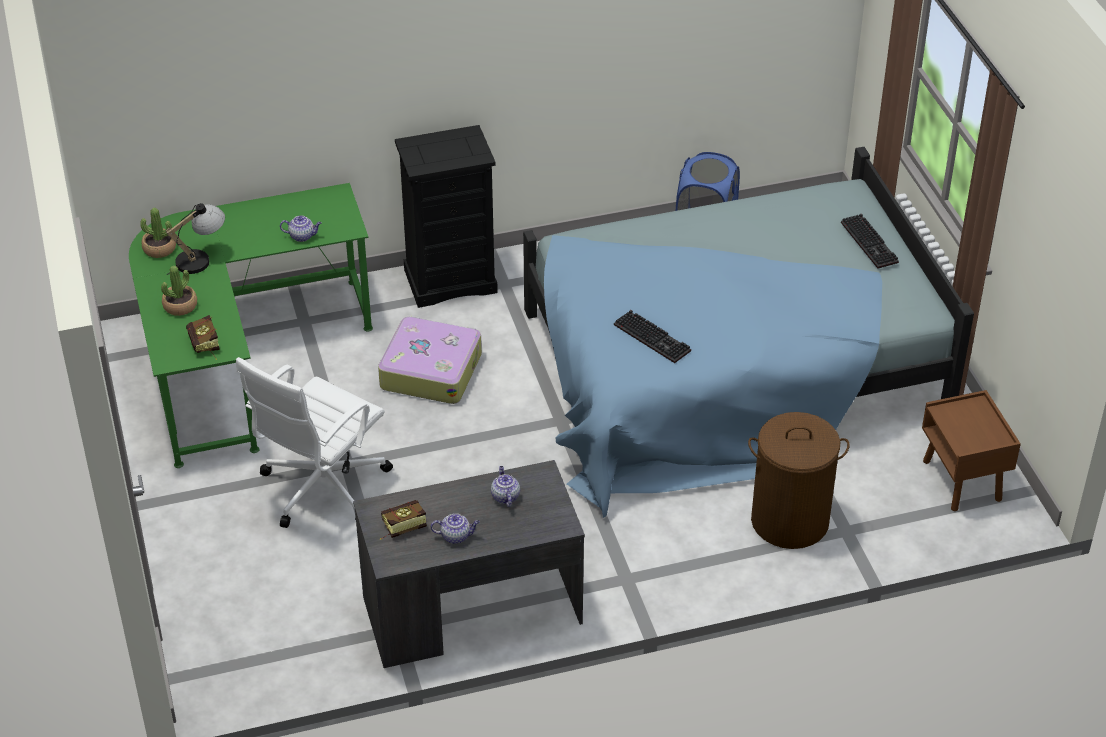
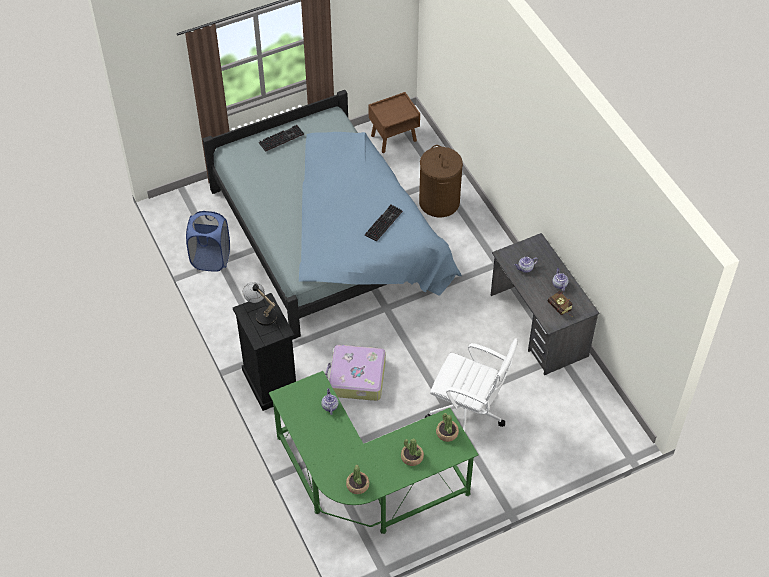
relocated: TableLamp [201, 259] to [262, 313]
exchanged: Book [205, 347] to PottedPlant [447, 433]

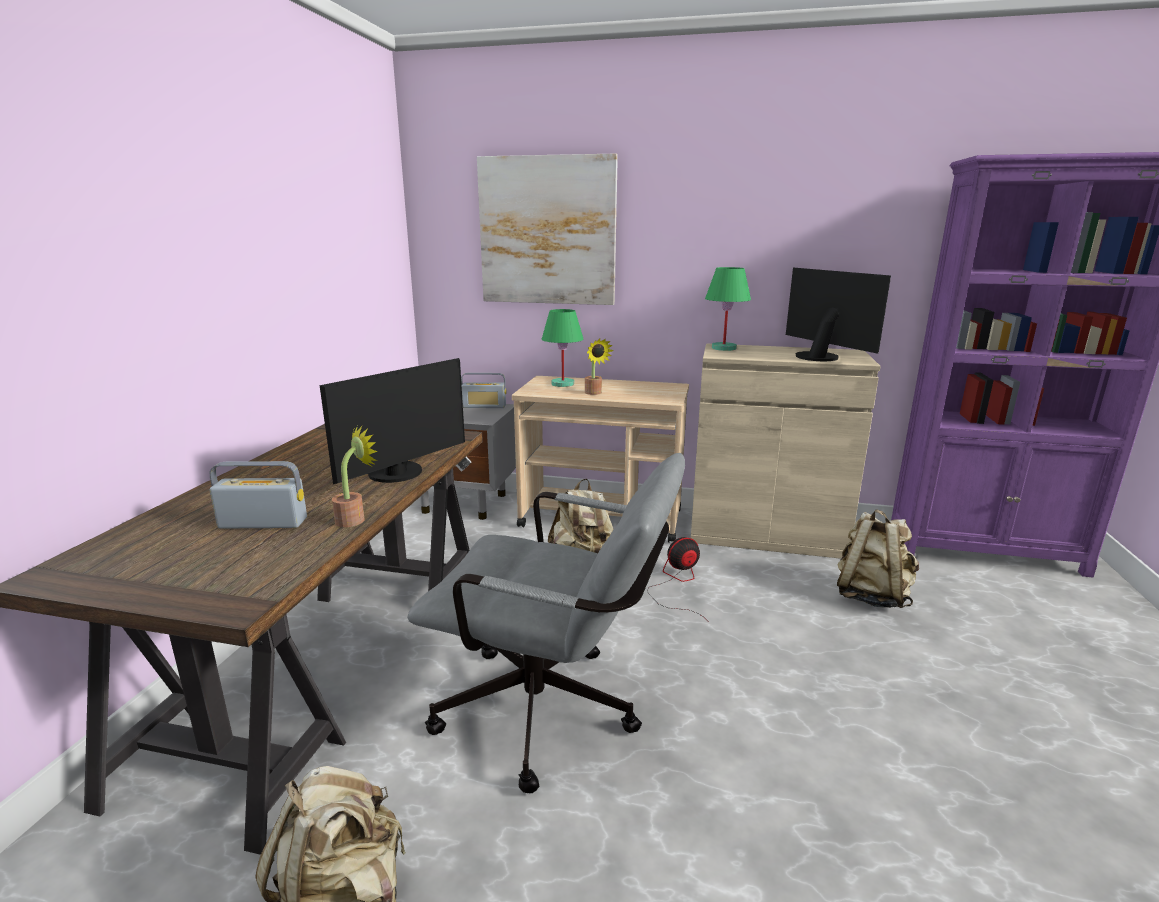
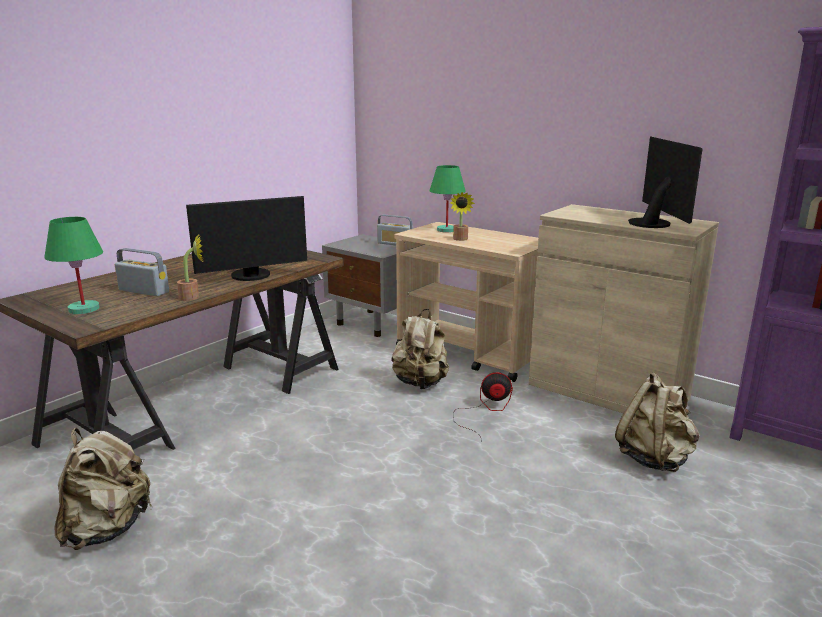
missing: GreyOfficeChair [554, 714]; Picture [547, 231]
relocated: GreenTableLamp [724, 348] to [84, 309]

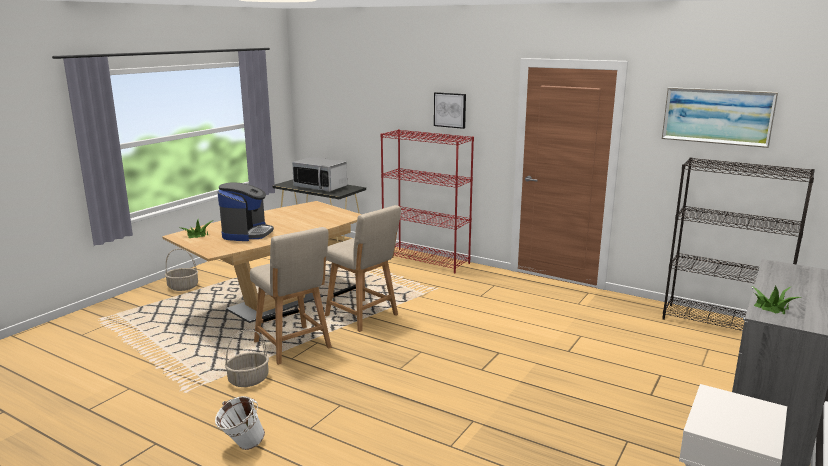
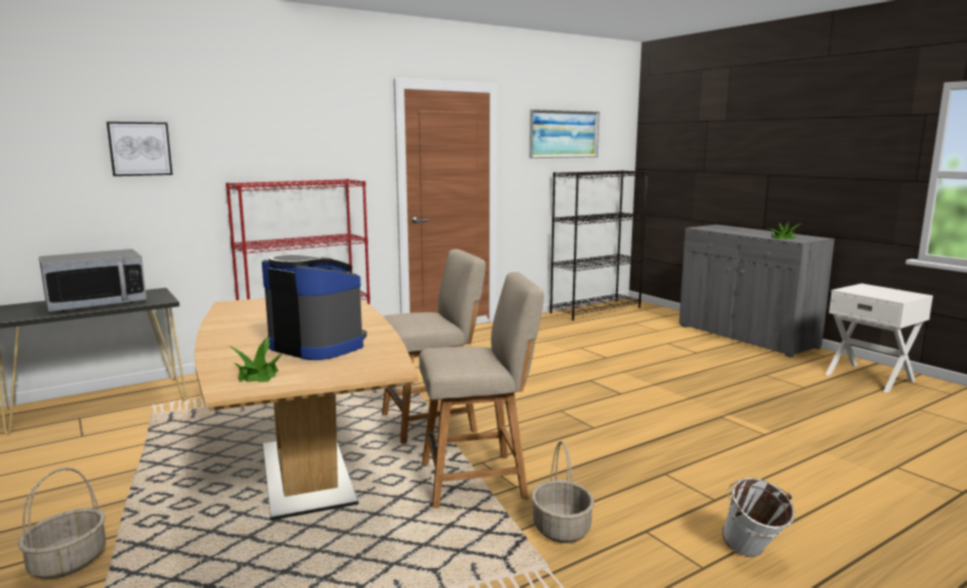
relocated: Picture [450, 110] to [140, 149]

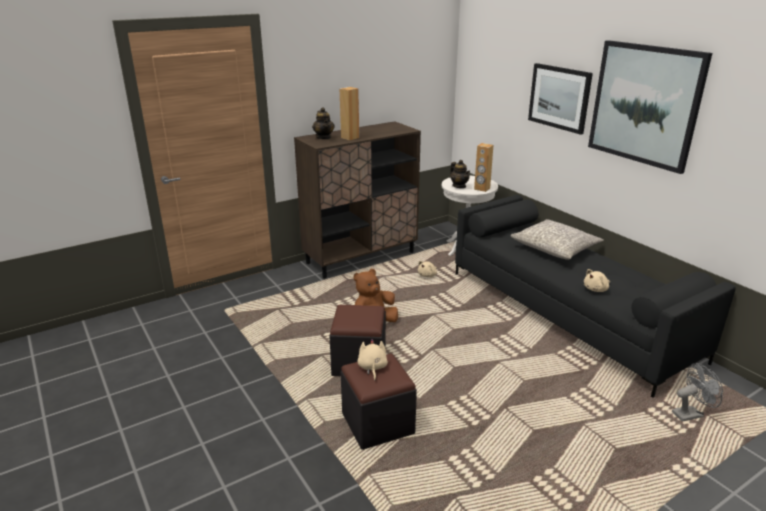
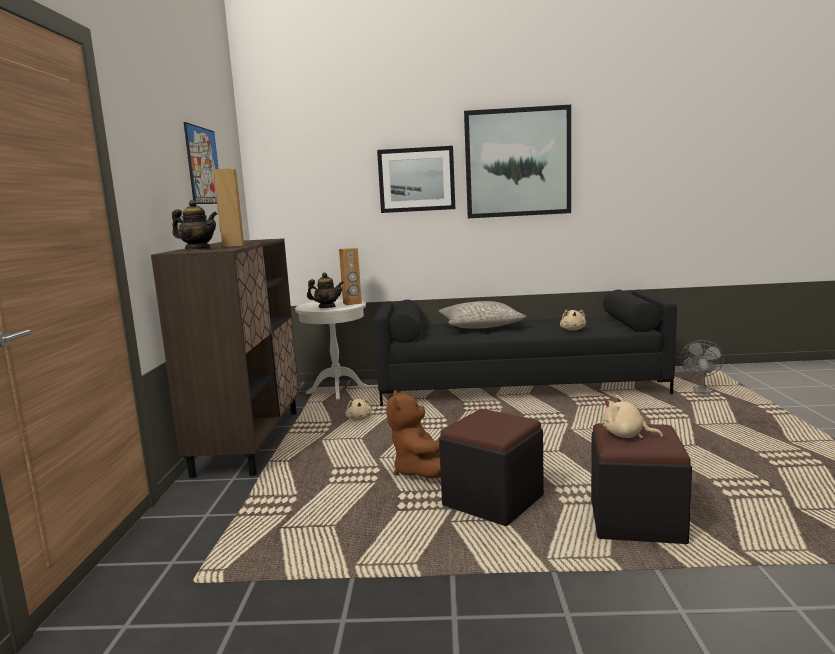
appeared: Picture [203, 165]

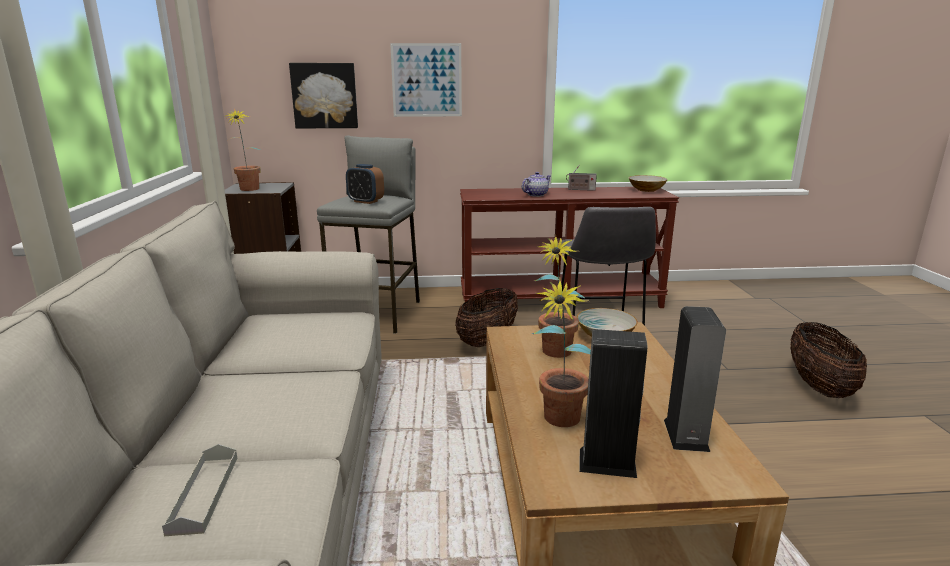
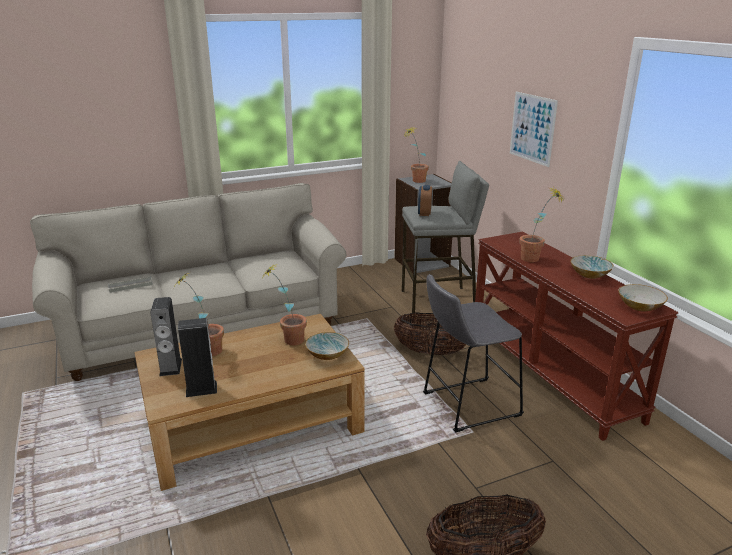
missing: Picture [325, 95]
exchanged: Teapot [535, 195] to PottedPlant [535, 260]; Radio [580, 189] to Bowl [590, 275]

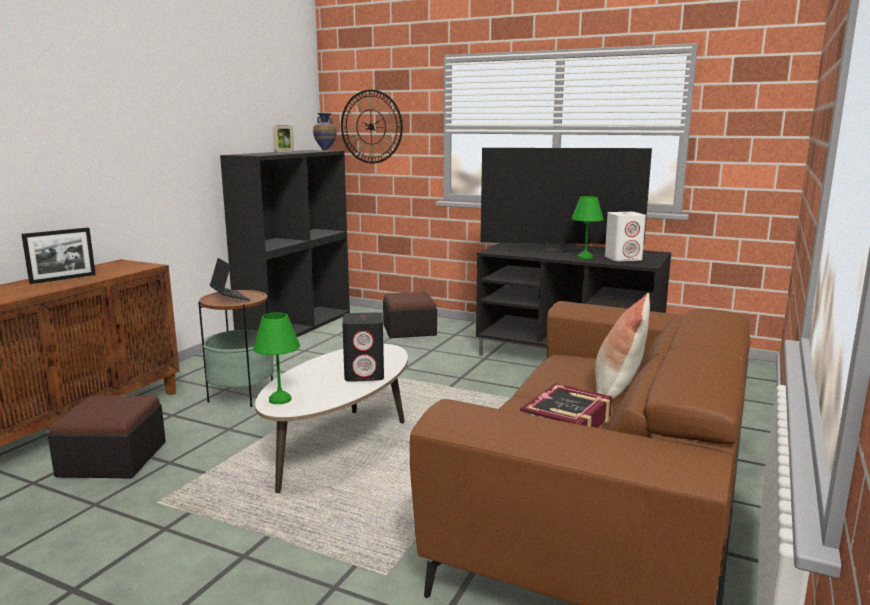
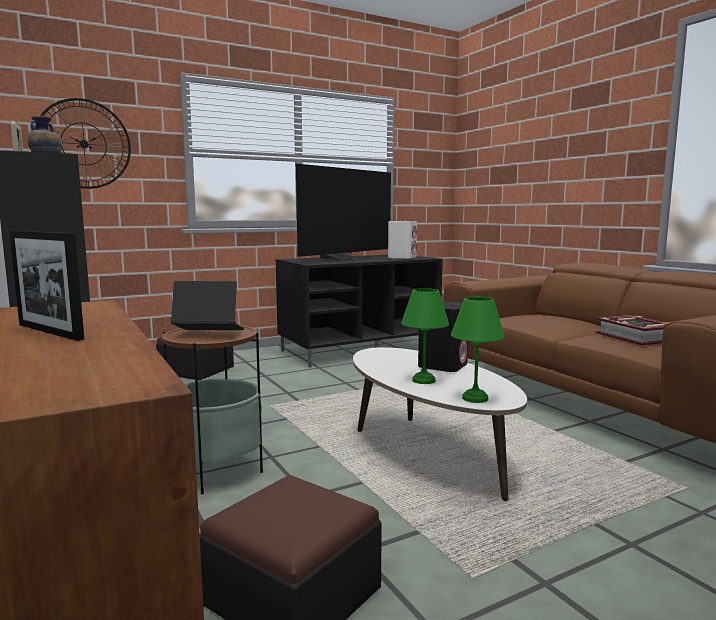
missing: Pillow [617, 391]
relocated: GreenTableLamp [585, 257] to [424, 380]
spun: PictureFrame [63, 279] = [50, 331] 135 degrees clockwise

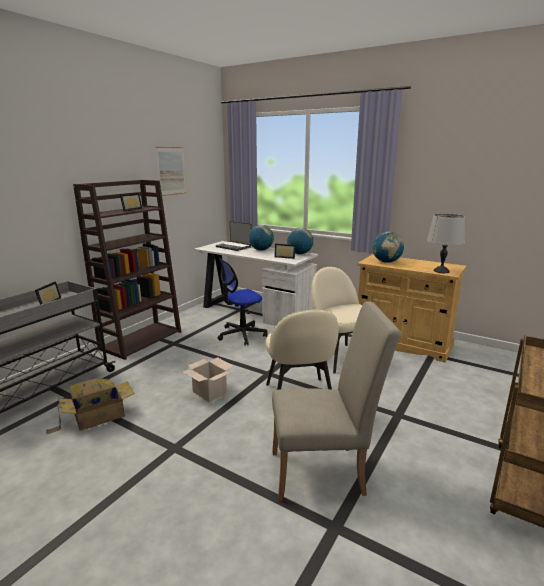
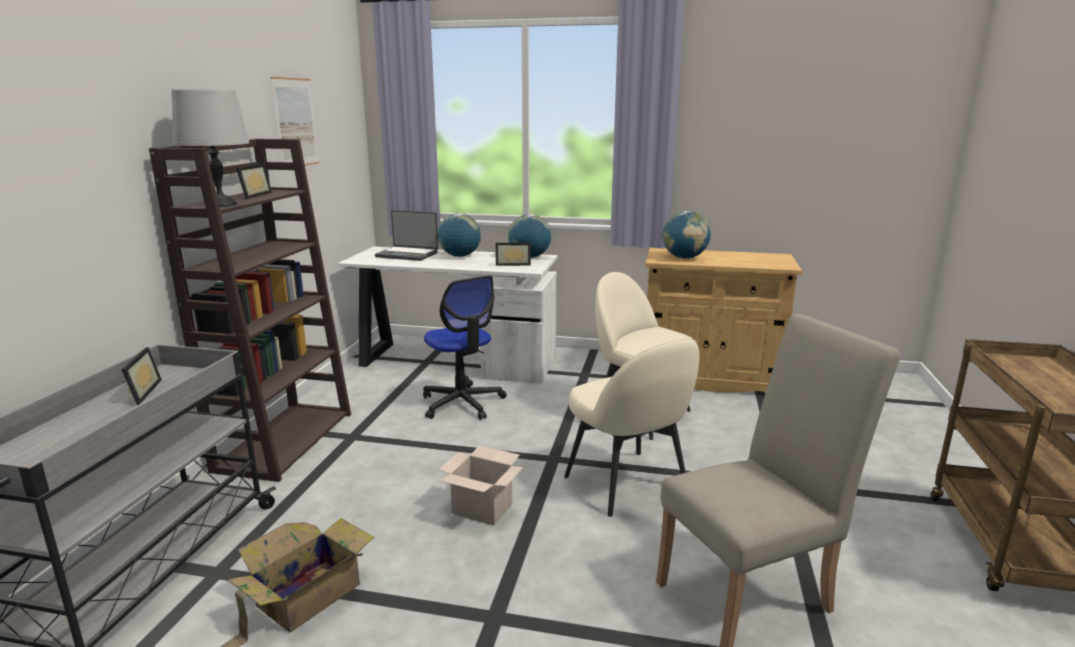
relocated: GreyTableLamp [441, 271] to [220, 204]
spun: OfficeChair [241, 335] = [462, 403] 75 degrees counterclockwise

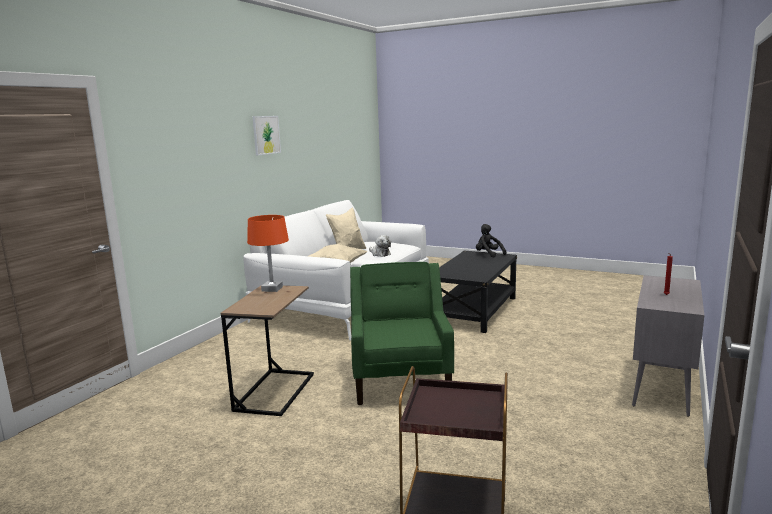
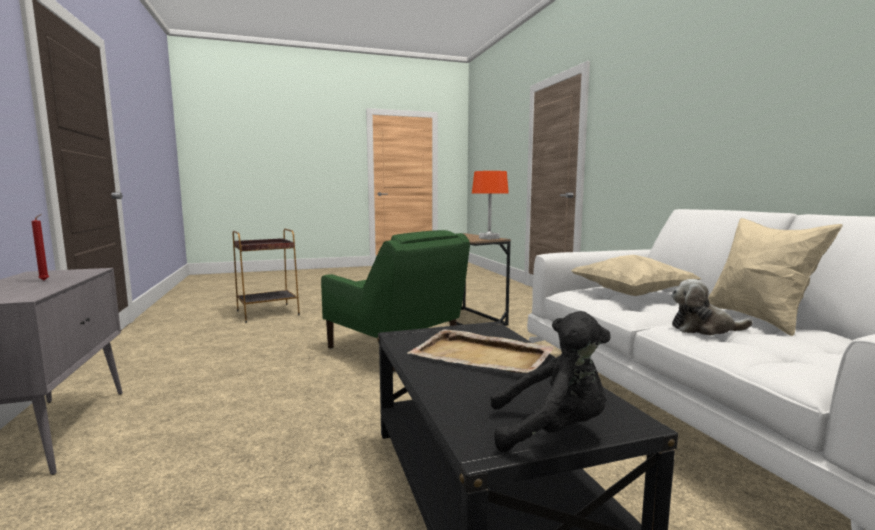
missing: Picture [266, 135]
appeared: BeigeTray [482, 356]

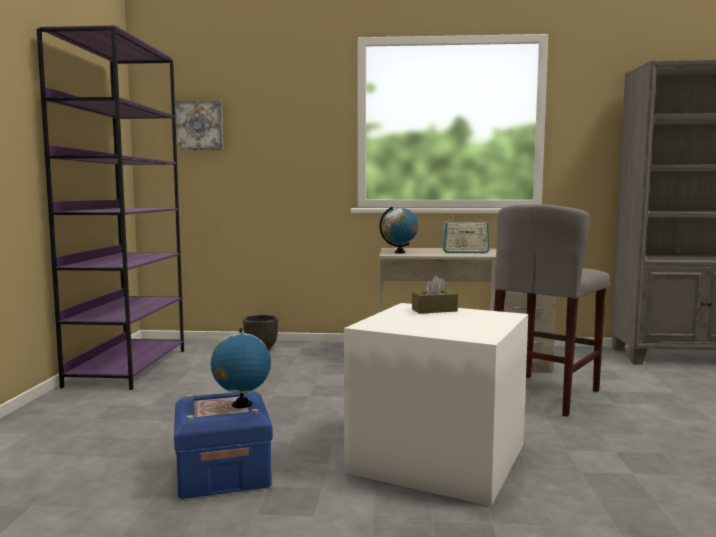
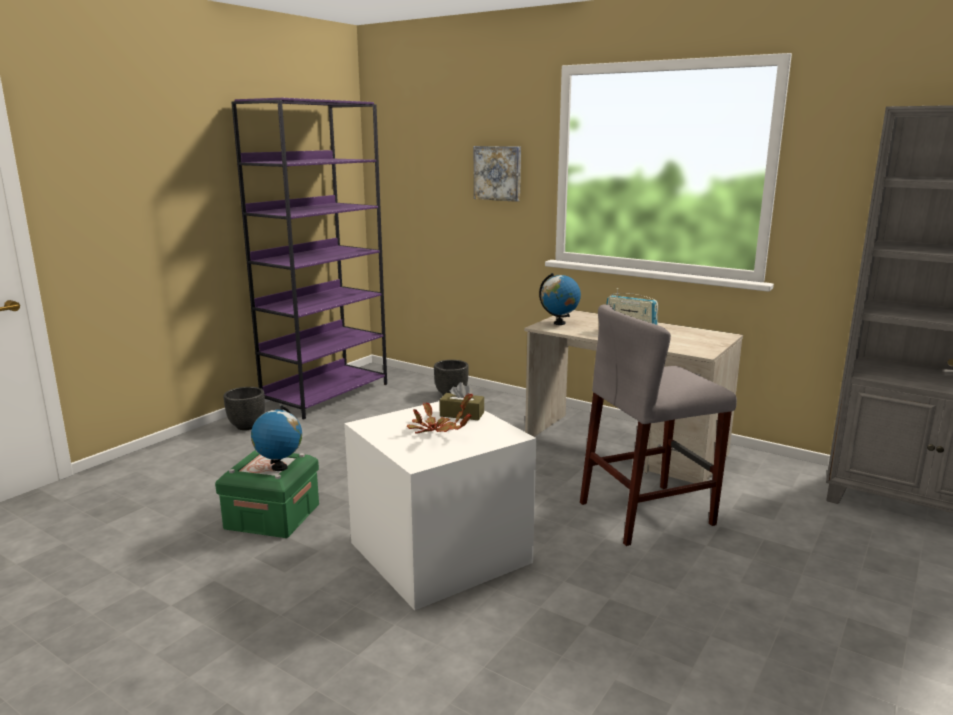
appeared: BlackPlanter [247, 426]; PottedPlant [436, 430]
relocated: Picture [199, 125] to [498, 173]
colour: BlueStorageBox [223, 473] to GreenStorageBox [272, 517]

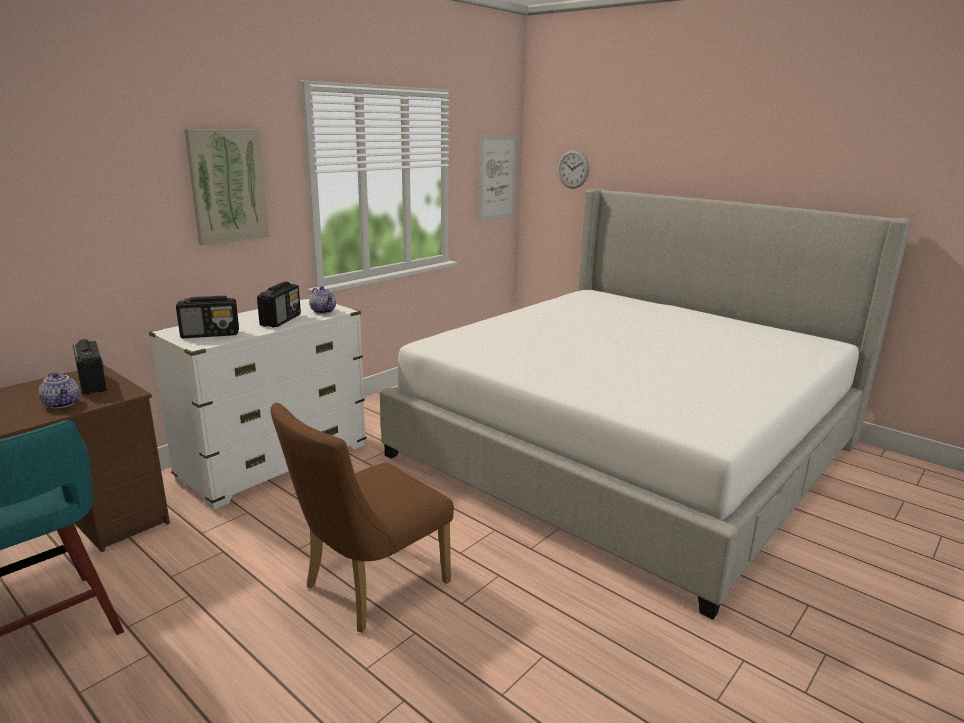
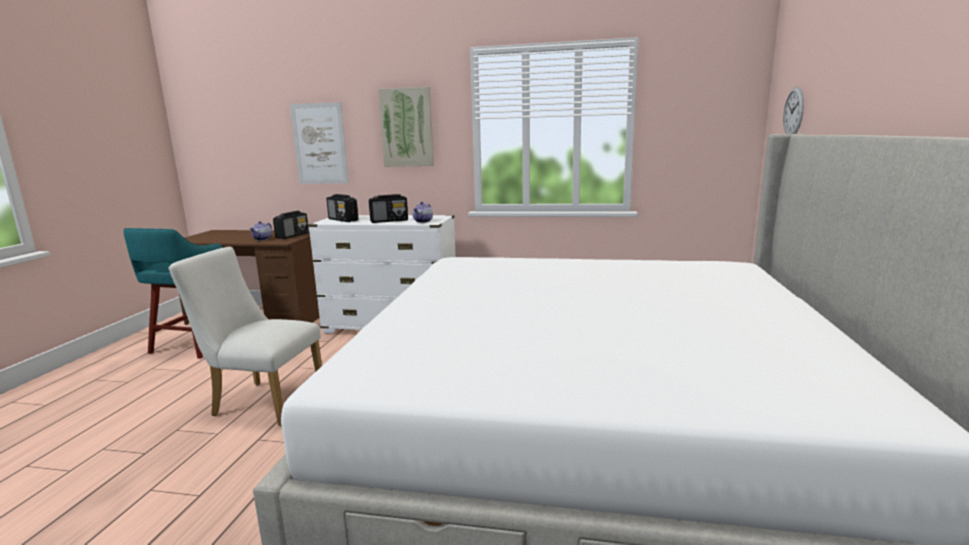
relocated: Picture [497, 177] to [319, 144]
colour: BrownChair [368, 588] to WhiteChair [262, 402]

